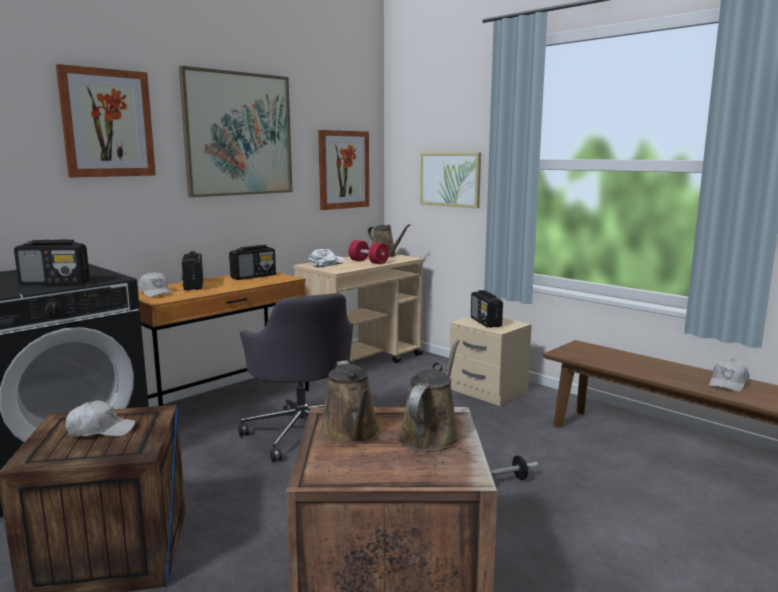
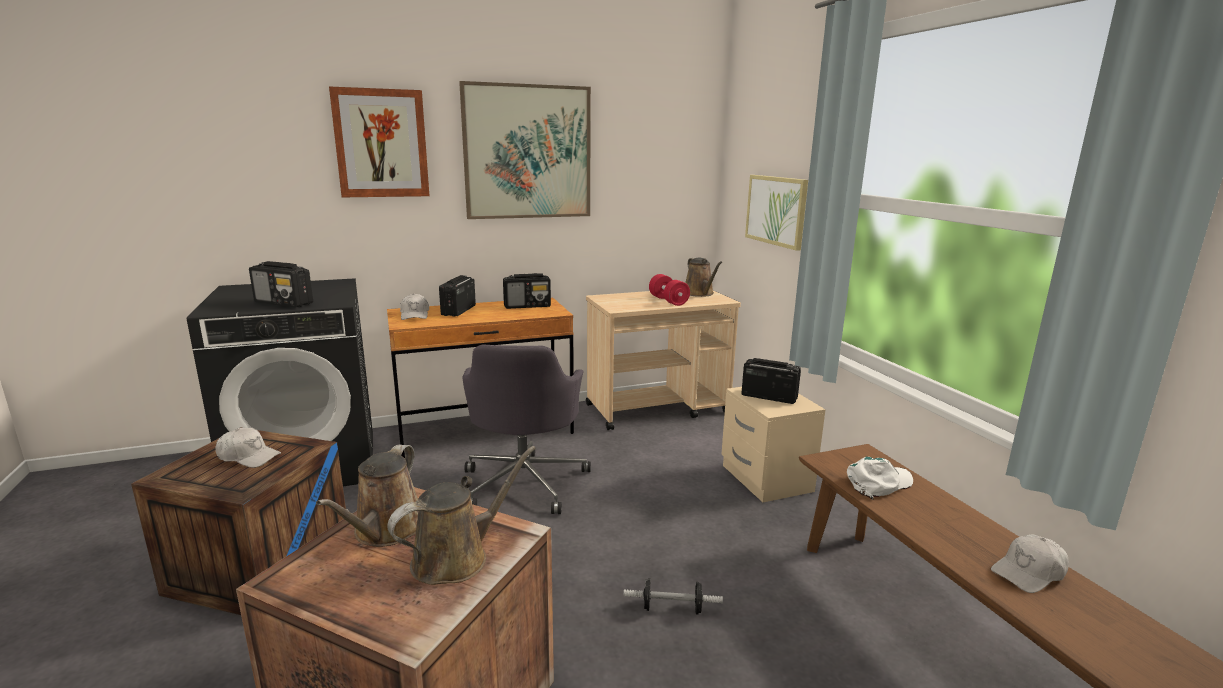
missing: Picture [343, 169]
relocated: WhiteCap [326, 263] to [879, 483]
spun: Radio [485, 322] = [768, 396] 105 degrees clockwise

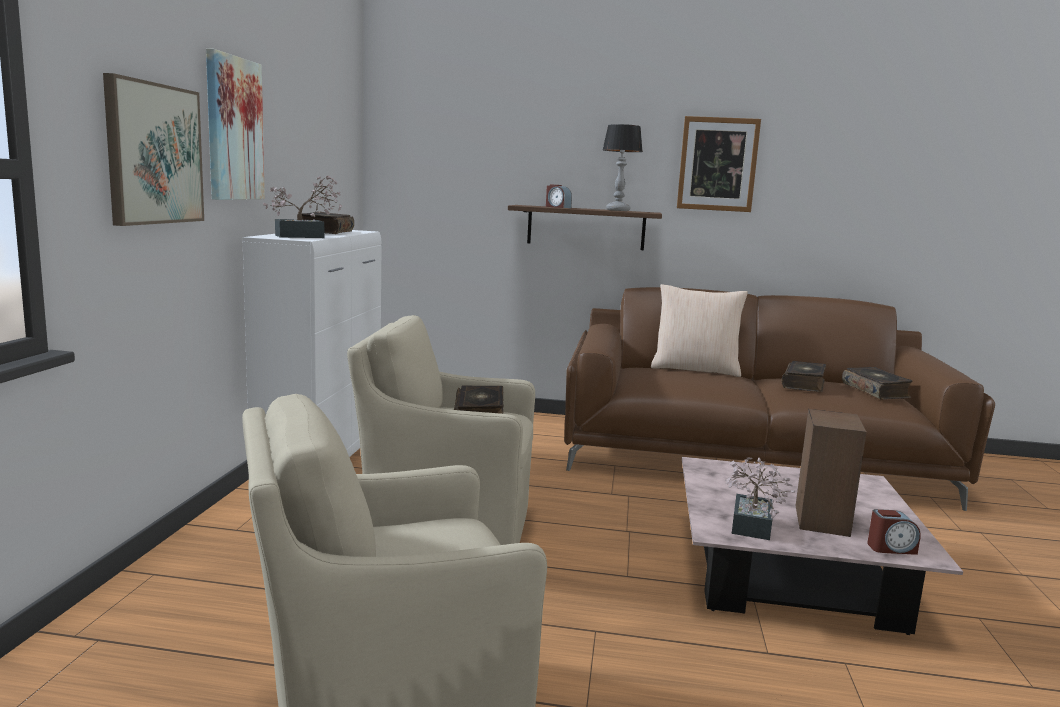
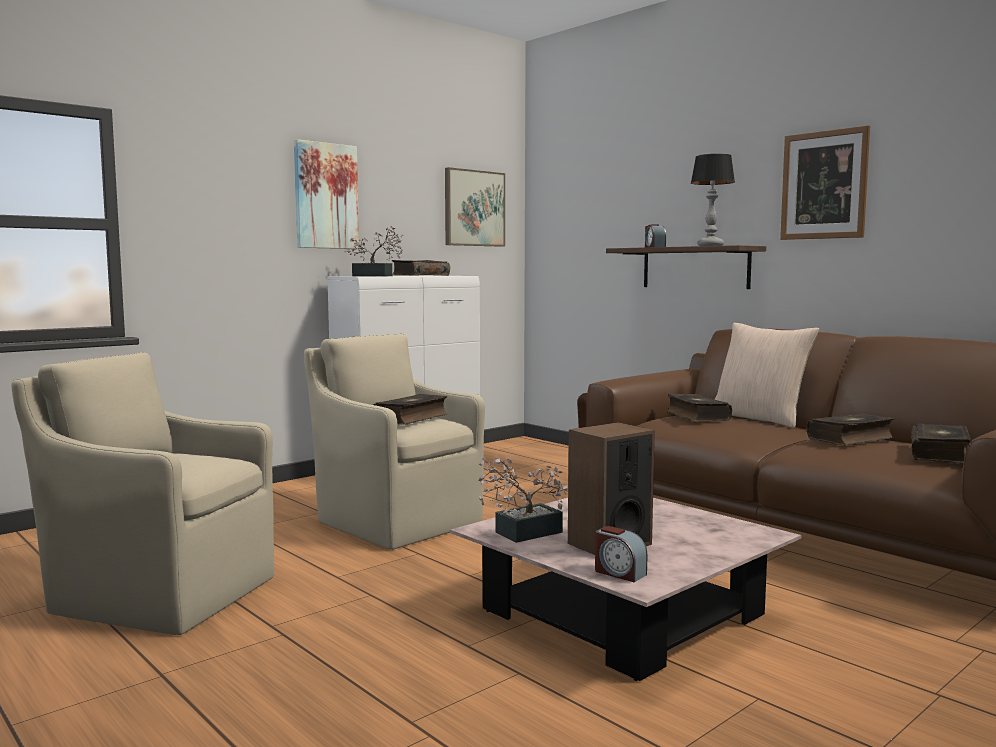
appeared: Book [696, 416]
relocated: Picture [154, 154] to [474, 208]

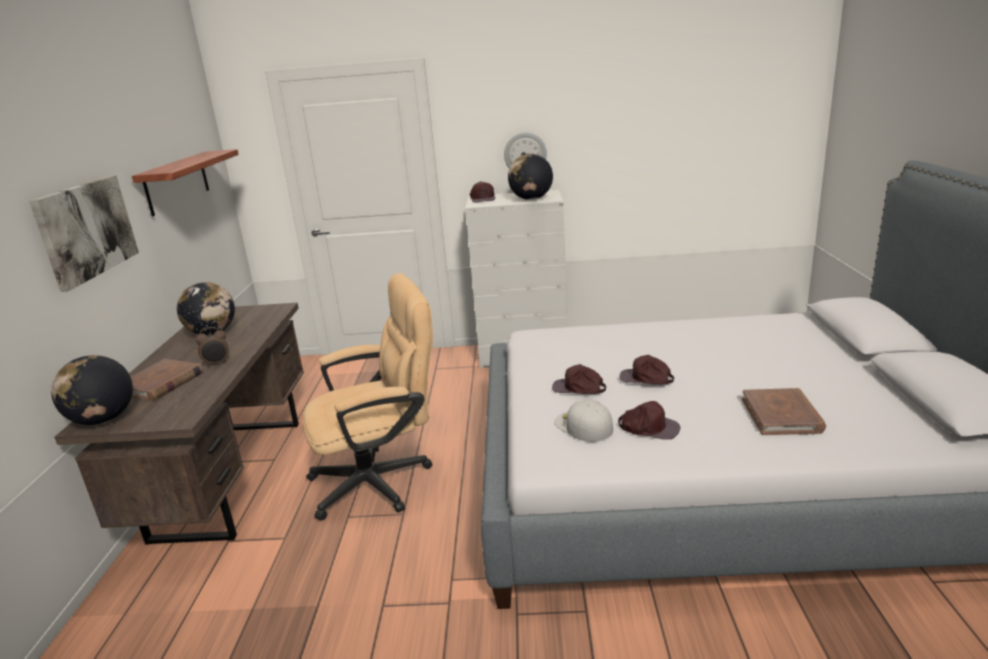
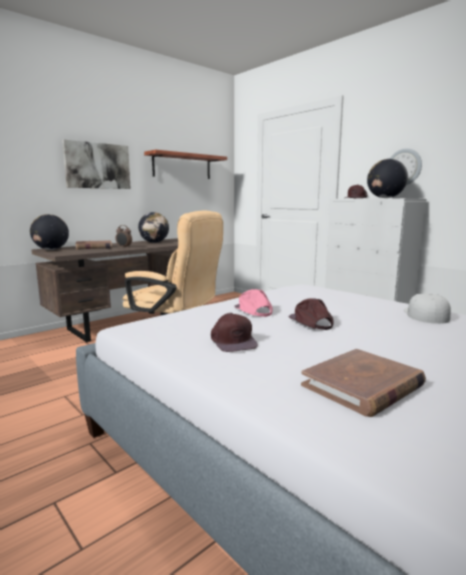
relocated: WhiteCap [582, 426] to [425, 315]
colour: BrownCap [578, 388] to PinkCap [253, 310]

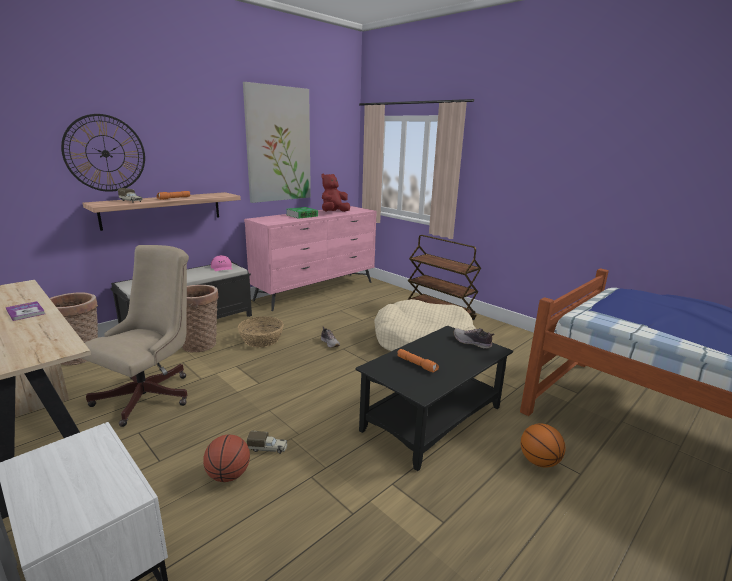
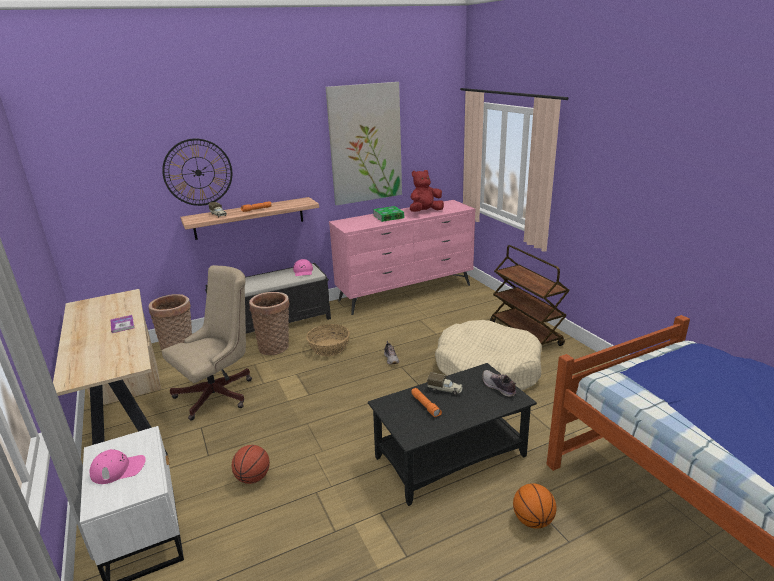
appeared: PinkCap [118, 469]
relocated: ToyTruck [268, 448] to [445, 389]

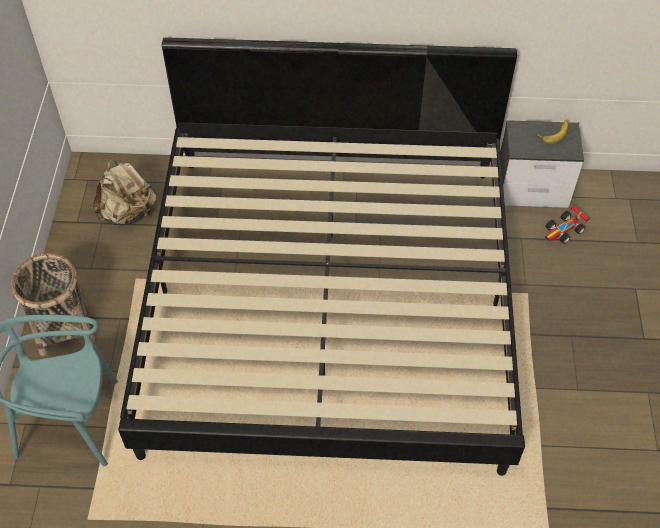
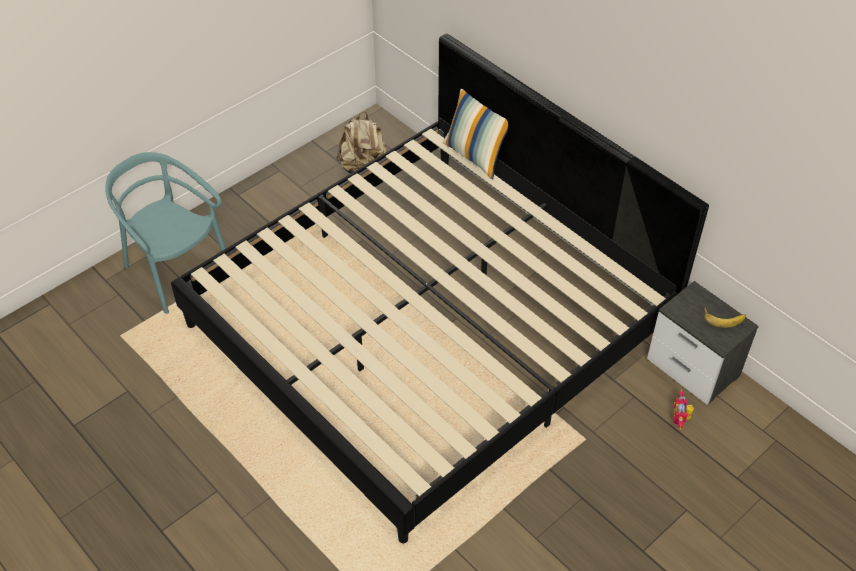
missing: Basket [63, 327]
appeared: Pillow [476, 156]
exchanged: ToyCar [564, 230] to ToyRobot [680, 419]

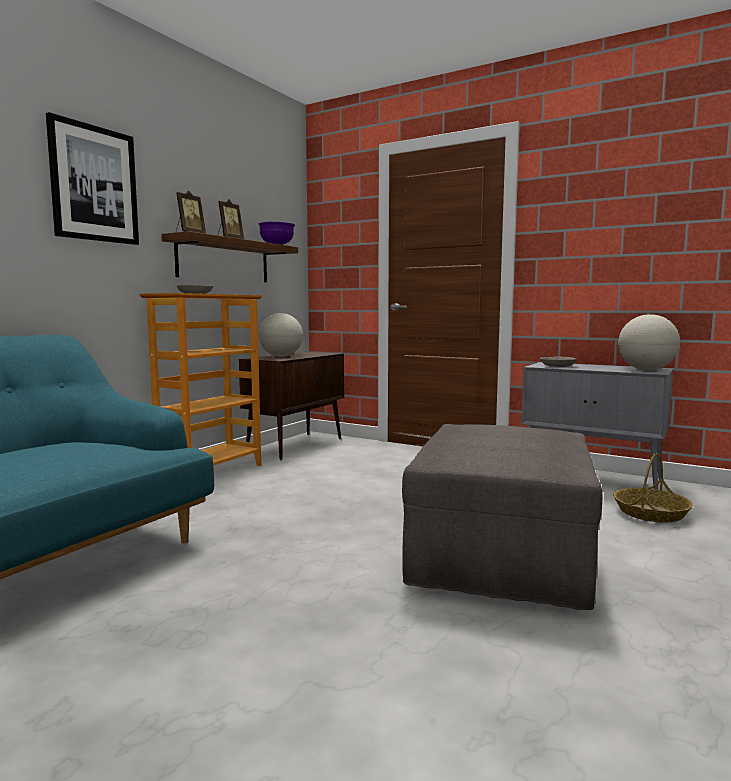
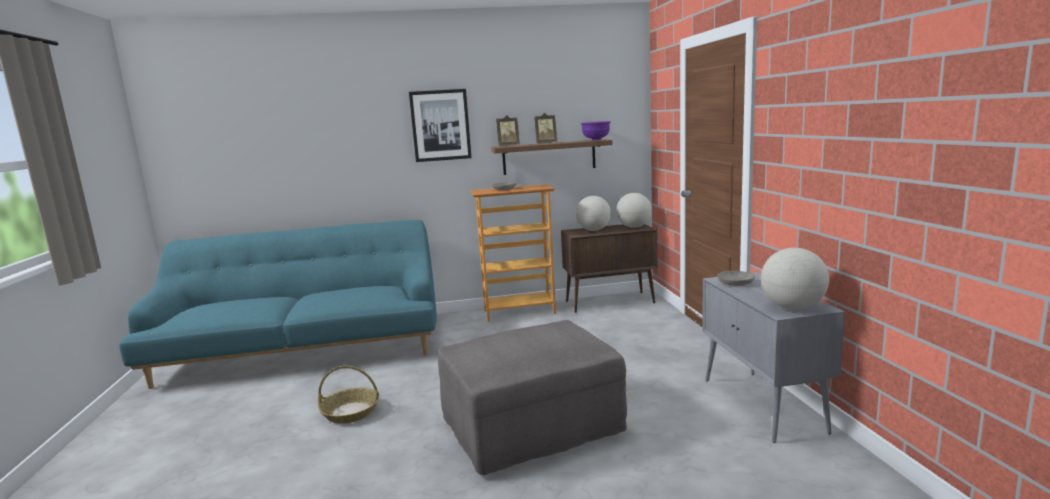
appeared: Globe [634, 227]
relocated: Basket [651, 513] to [350, 412]

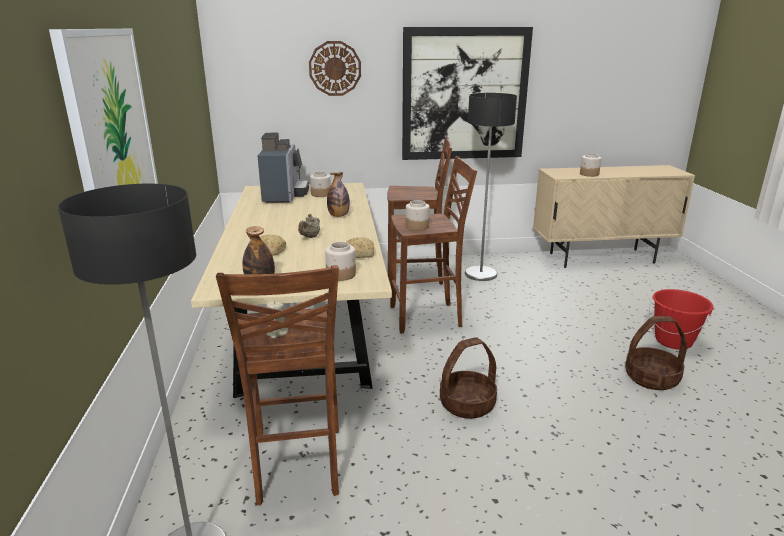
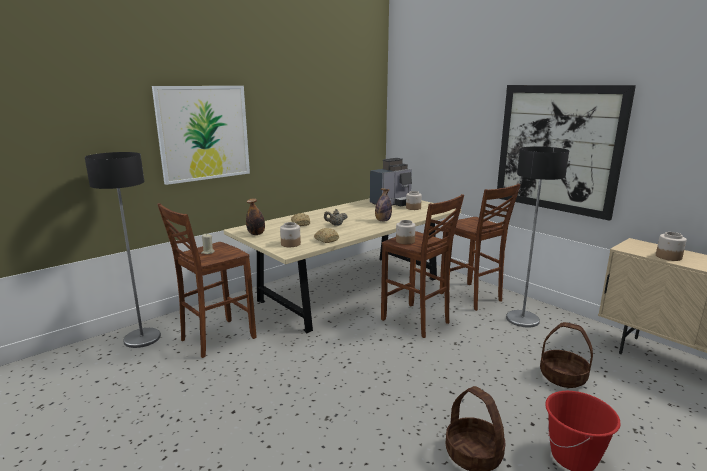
missing: WallClock [335, 68]
relocated: Basket [467, 404] to [563, 376]

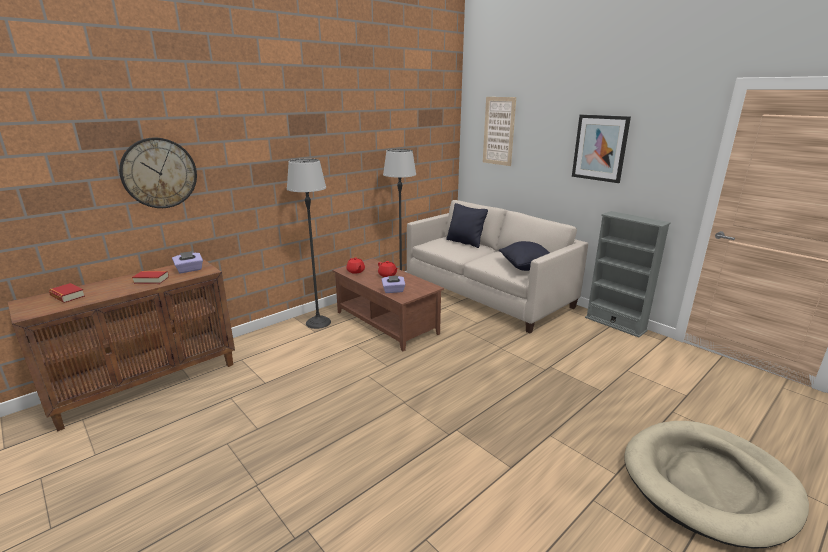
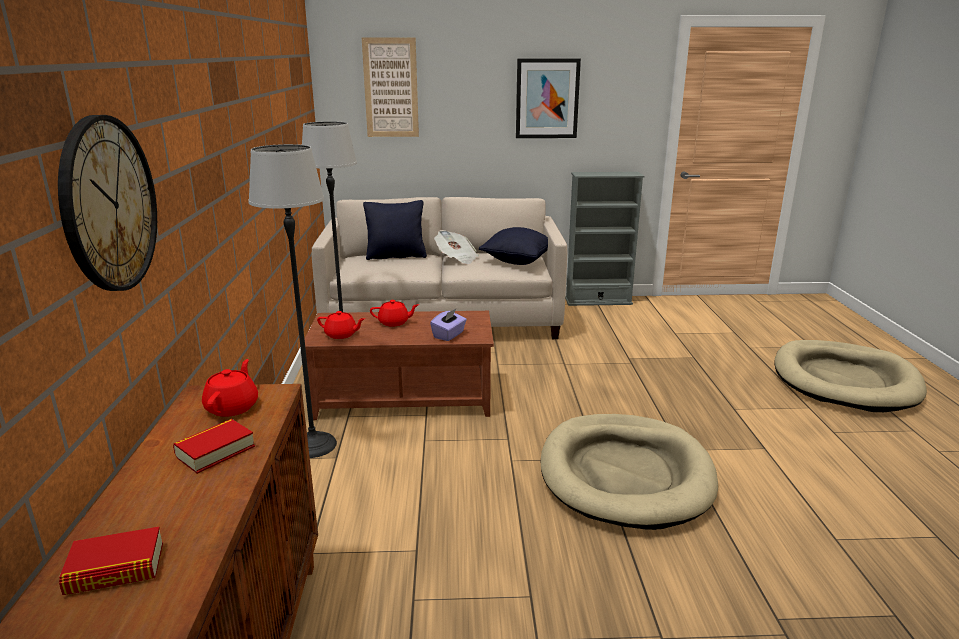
appeared: Newspaper [457, 259]; BeigeDogBed [625, 474]
exchanged: PurpleTissueBox [189, 270] to RedTeapot [233, 407]

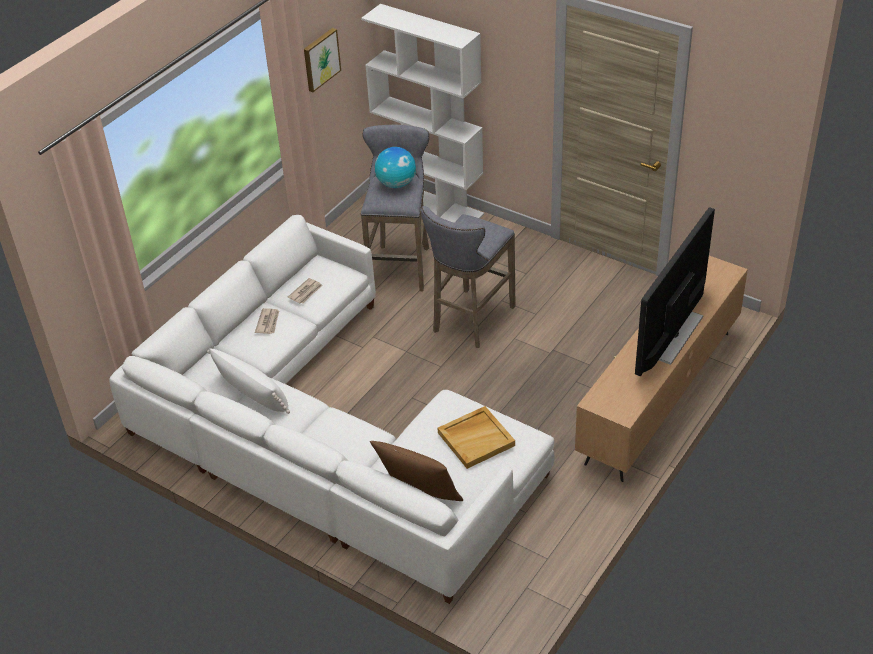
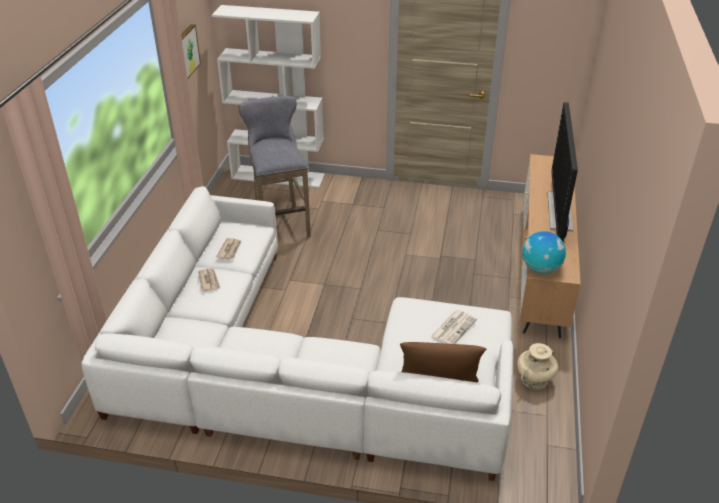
missing: WhitePillow [252, 393]; GreyStool [471, 321]
appeared: BeigeVase [534, 380]
relocated: Globe [396, 184] to [541, 268]
exchanged: BeigeTray [476, 438] to Newspaper [453, 328]

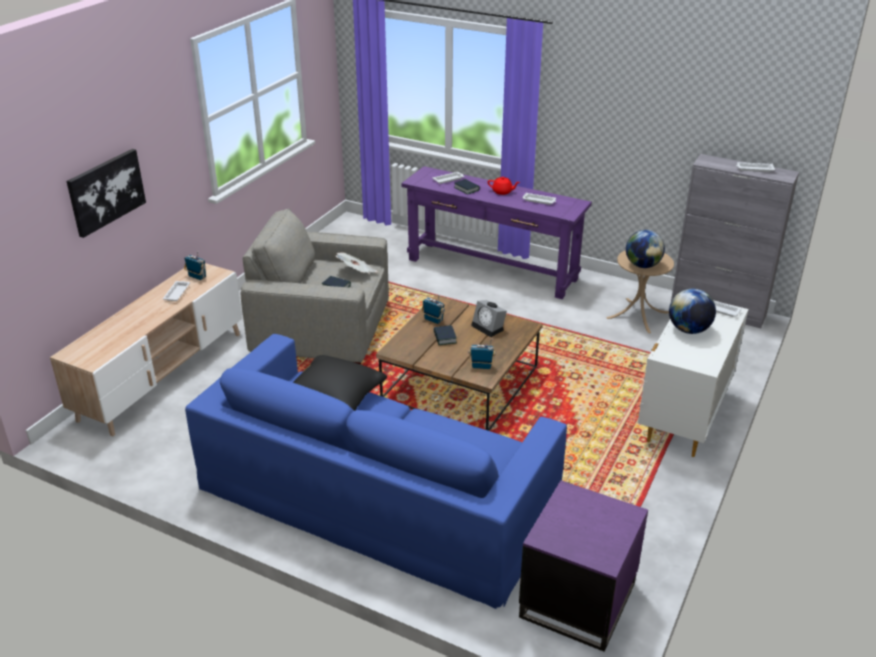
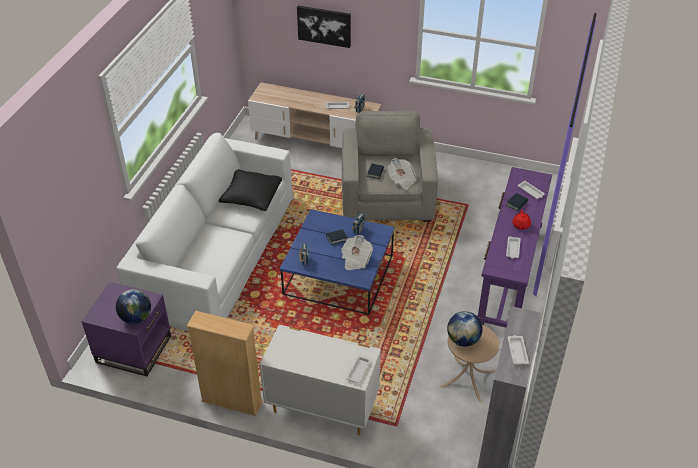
appeared: BeigeBookcase [232, 401]
relocated: Globe [689, 330] to [136, 317]
exchanged: AlarmClock [489, 327] to Newspaper [355, 259]
colour: BlueSofa [377, 496] to WhiteSofa [216, 251]; BrownCoffeeTable [458, 383] to BlueCoffeeTable [338, 274]

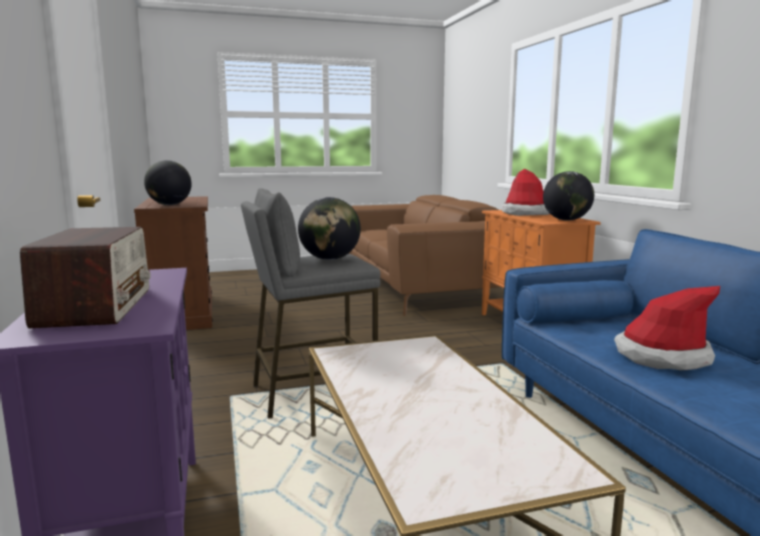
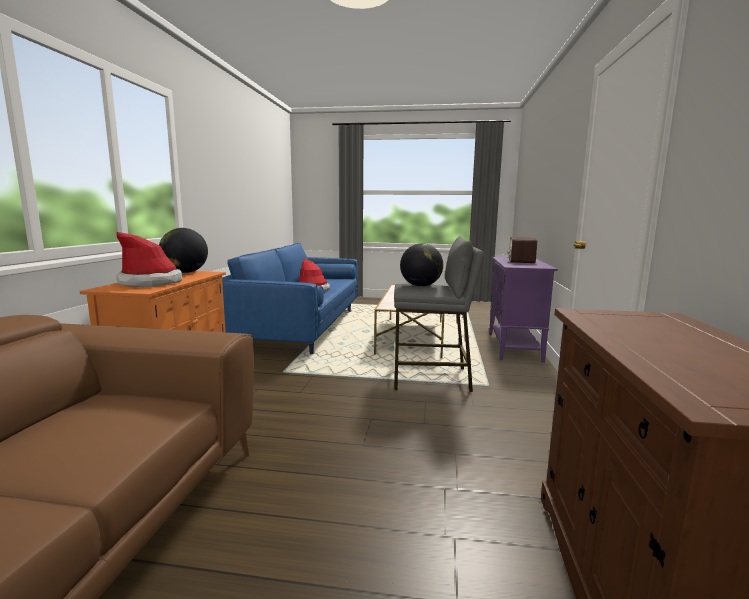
missing: Globe [169, 205]

